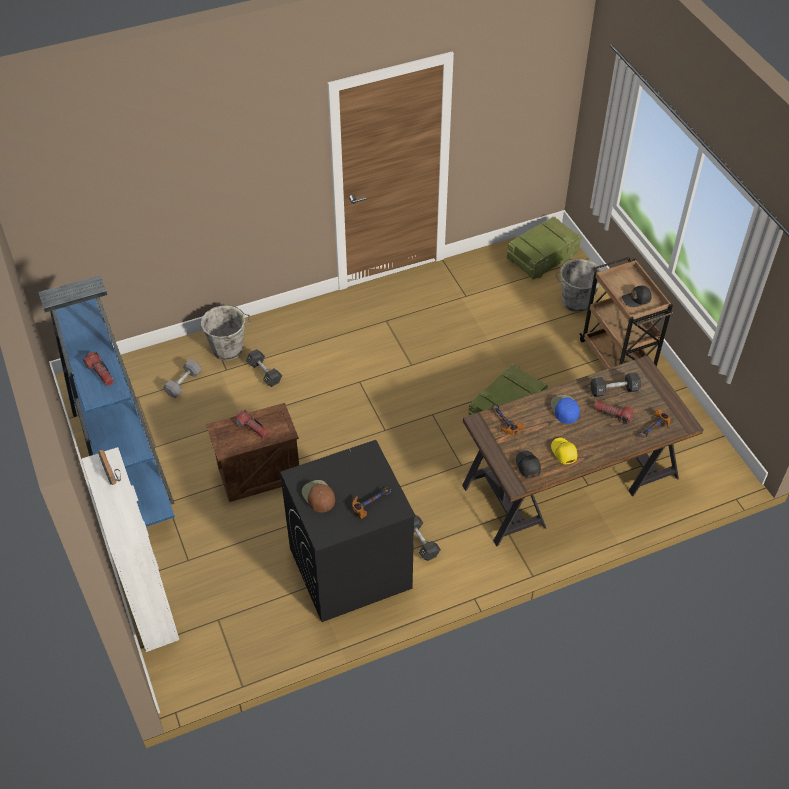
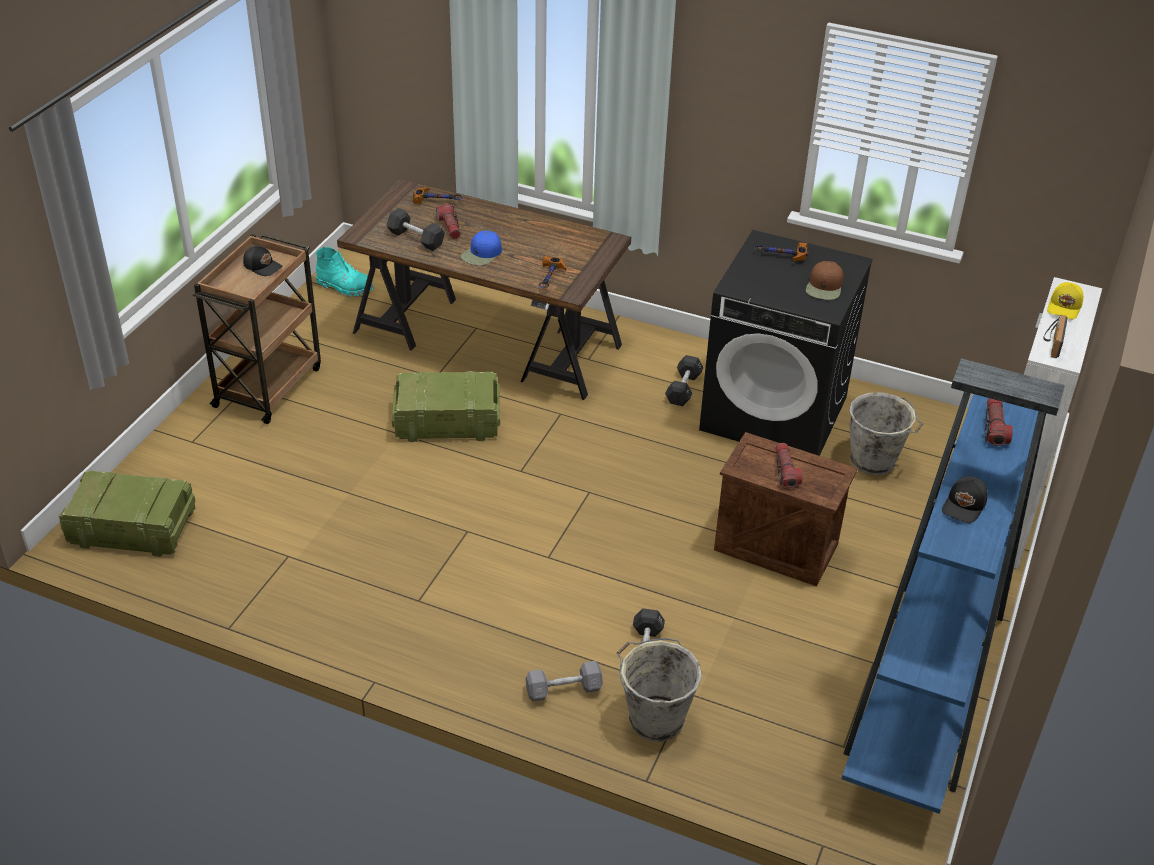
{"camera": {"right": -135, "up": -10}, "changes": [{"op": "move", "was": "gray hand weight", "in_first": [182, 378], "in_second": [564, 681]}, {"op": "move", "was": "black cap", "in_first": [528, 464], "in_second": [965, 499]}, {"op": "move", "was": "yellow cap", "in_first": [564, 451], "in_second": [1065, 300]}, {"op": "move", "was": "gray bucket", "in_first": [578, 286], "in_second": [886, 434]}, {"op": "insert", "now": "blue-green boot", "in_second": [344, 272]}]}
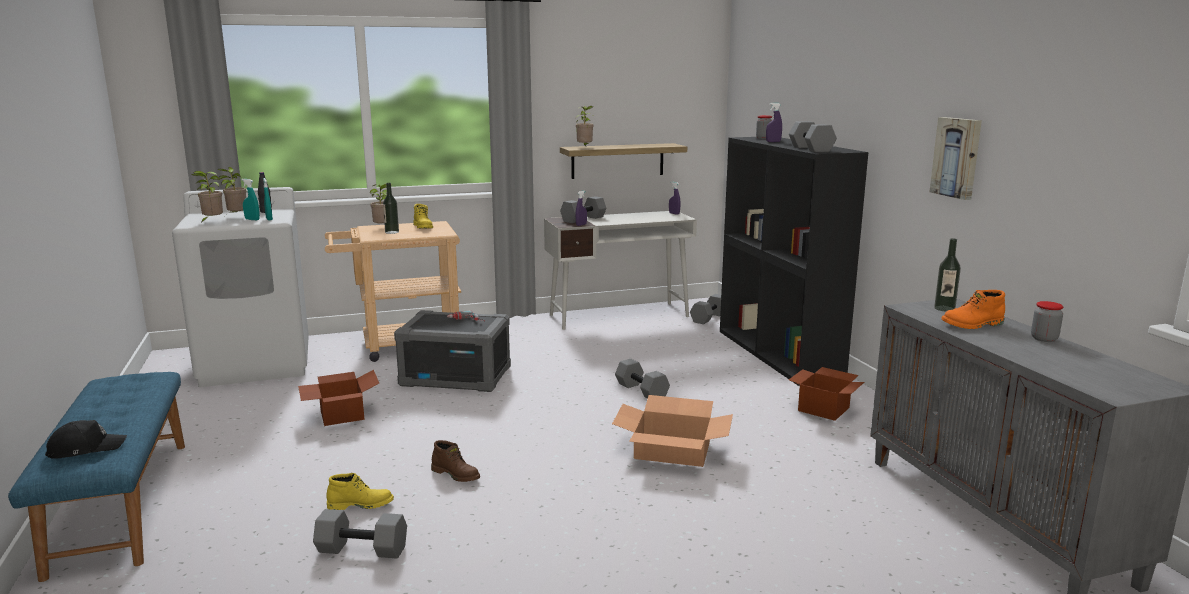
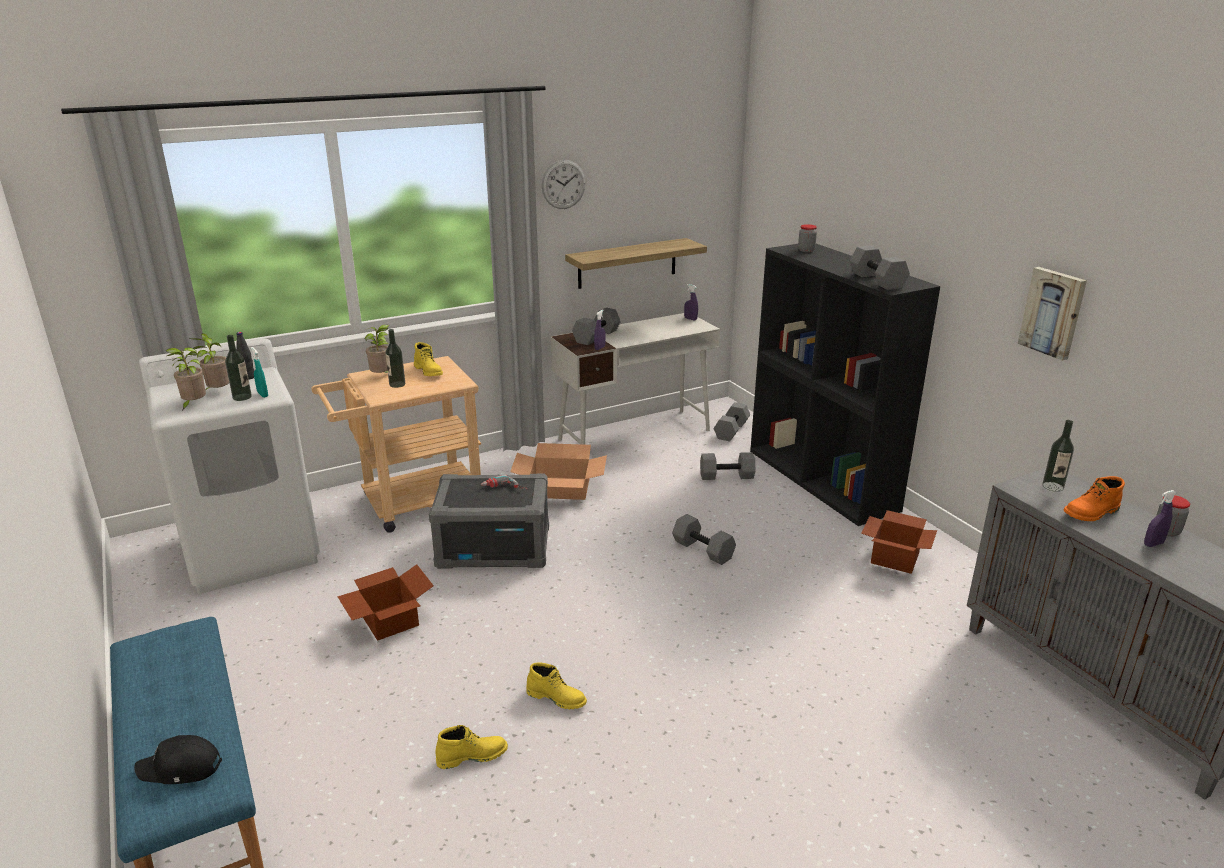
{"camera": {"right": -10, "up": 10}, "changes": [{"op": "rotate", "was": "black cap", "in_first": [86, 439], "in_second": [178, 759], "clockwise": -150}, {"op": "replace", "was": "blue-green sprayer", "now": "drink bottle", "in_first": [251, 199], "in_second": [238, 368]}, {"op": "move", "was": "gray hand weight", "in_first": [360, 534], "in_second": [727, 466]}, {"op": "recolor", "was": "brownish boot", "now": "yellow boot", "in_first": [455, 461], "in_second": [556, 685]}, {"op": "delete", "was": "potted plant", "in_first": [584, 126]}, {"op": "move", "was": "cardboard box", "in_first": [672, 431], "in_second": [558, 471]}, {"op": "move", "was": "purple sprayer", "in_first": [774, 122], "in_second": [1160, 518]}, {"op": "insert", "now": "hanging clock", "in_second": [564, 184]}]}
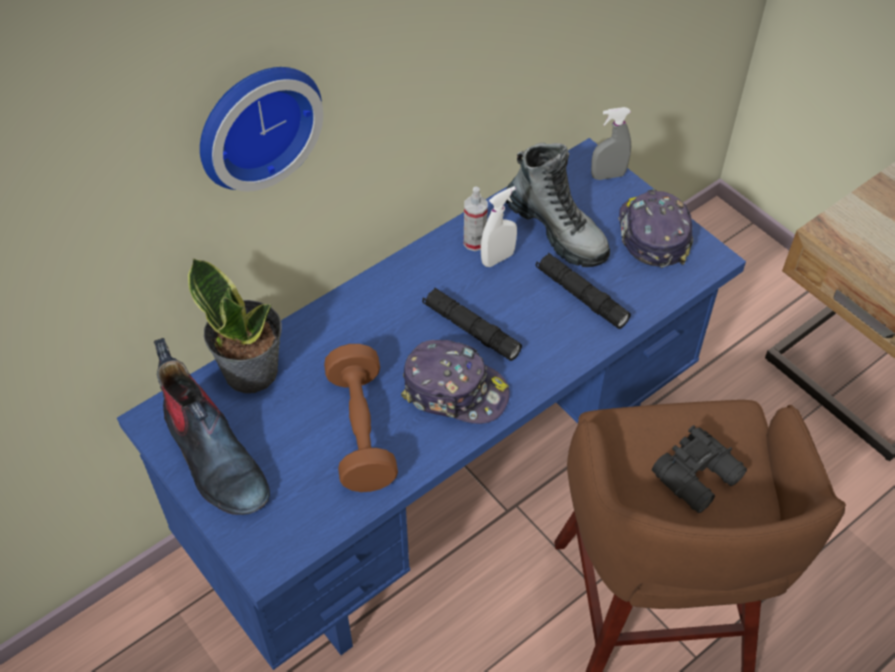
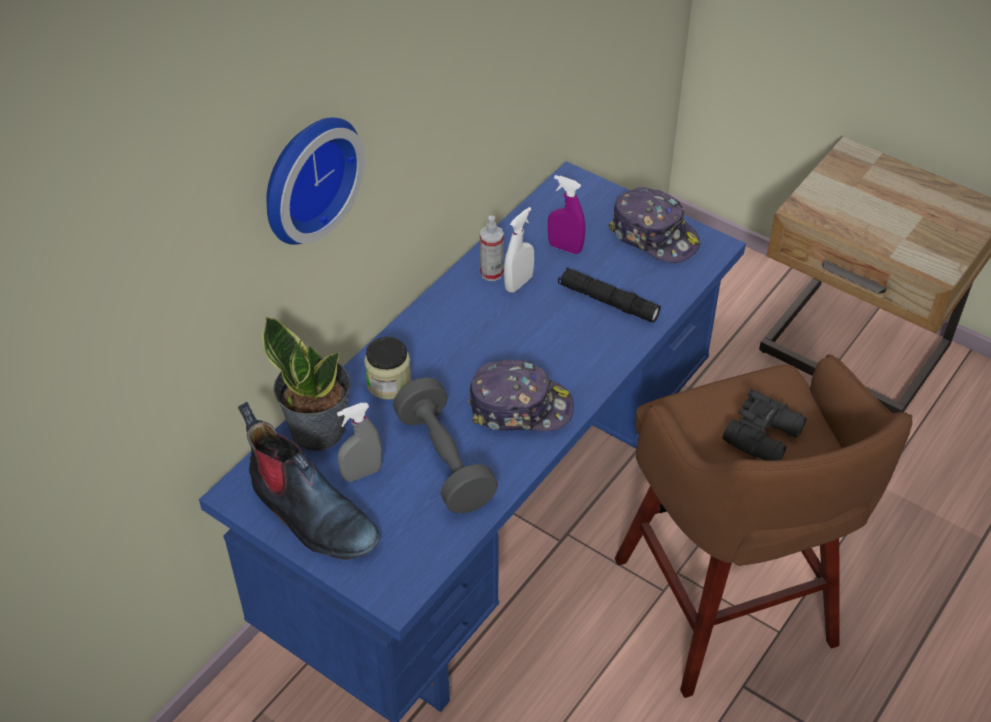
{"camera": {"right": -15, "up": -5}, "changes": [{"op": "recolor", "was": "brownish hand weight", "now": "gray hand weight", "in_first": [361, 418], "in_second": [445, 445]}, {"op": "delete", "was": "black flashlight", "in_first": [472, 324]}, {"op": "replace", "was": "boot", "now": "purple sprayer", "in_first": [558, 205], "in_second": [566, 214]}, {"op": "move", "was": "gray sprayer", "in_first": [611, 143], "in_second": [359, 442]}, {"op": "rotate", "was": "cap", "in_first": [655, 228], "in_second": [654, 225], "clockwise": 150}, {"op": "insert", "now": "jar", "in_second": [388, 368]}]}
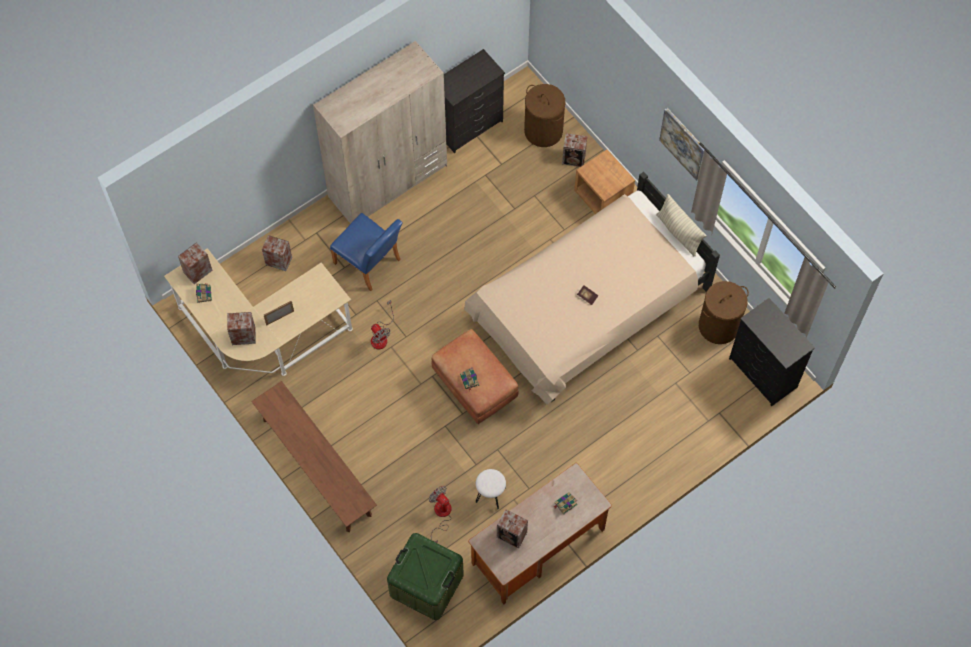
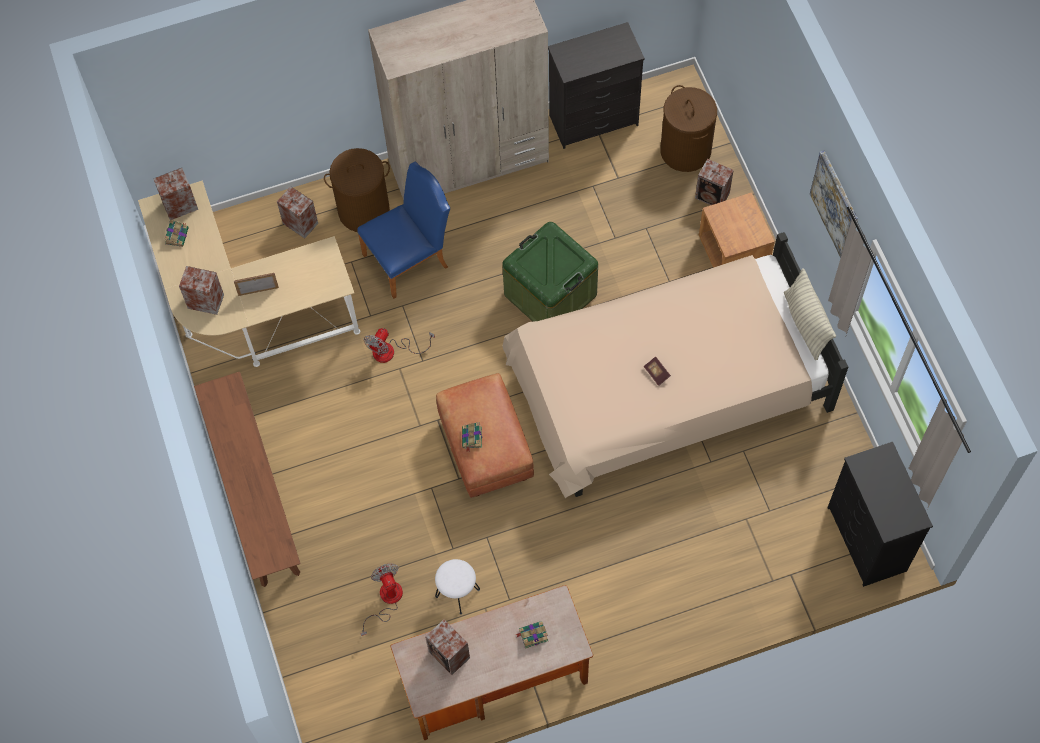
{"camera": {"right": 20, "up": 0}, "changes": [{"op": "rotate", "was": "bluish plain chair", "in_first": [366, 252], "in_second": [403, 230], "clockwise": -90}, {"op": "rotate", "was": "fan", "in_first": [382, 324], "in_second": [399, 345], "clockwise": 45}, {"op": "move", "was": "green storage box", "in_first": [425, 576], "in_second": [550, 272]}, {"op": "move", "was": "brownish laundry basket", "in_first": [724, 312], "in_second": [357, 190]}]}
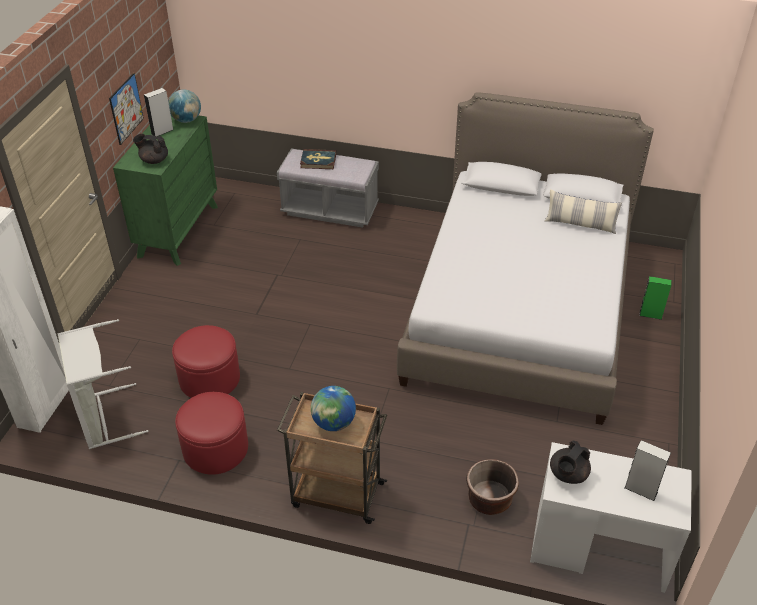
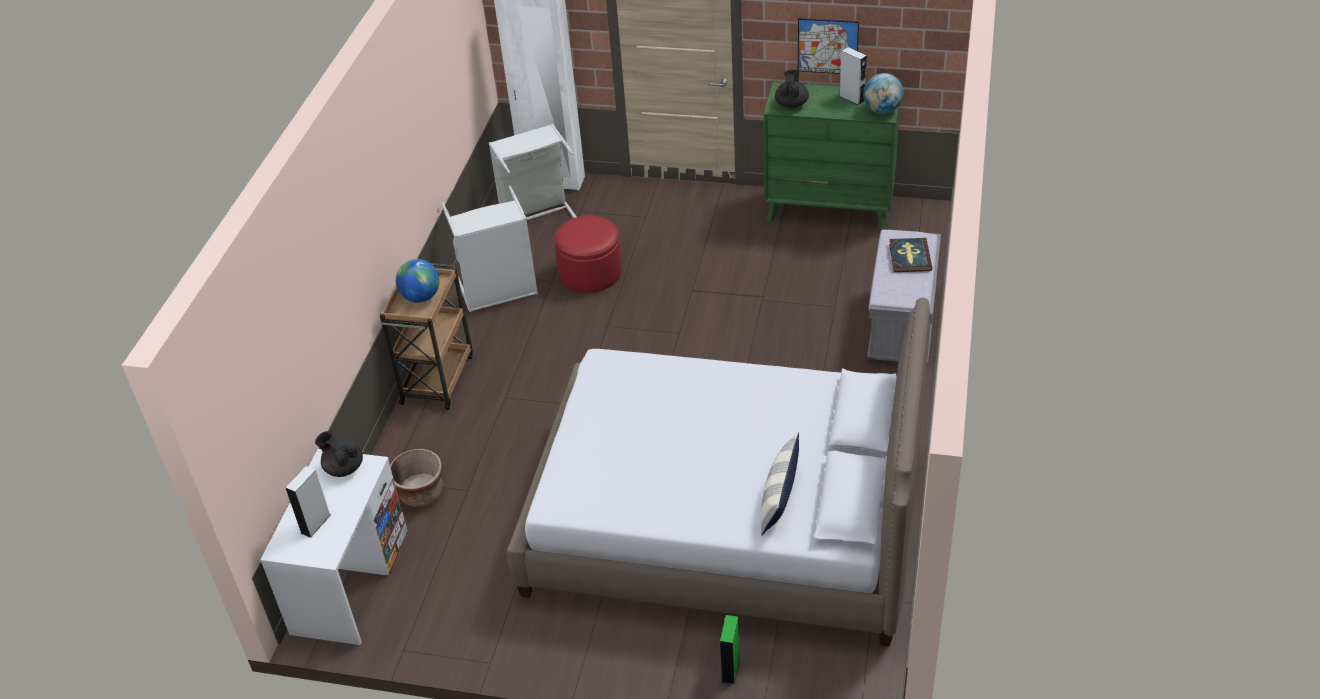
{"camera": {"right": 90, "up": 0}, "changes": [{"op": "replace", "was": "red pouffe", "now": "gray laundry basket", "in_first": [211, 433], "in_second": [490, 249]}]}
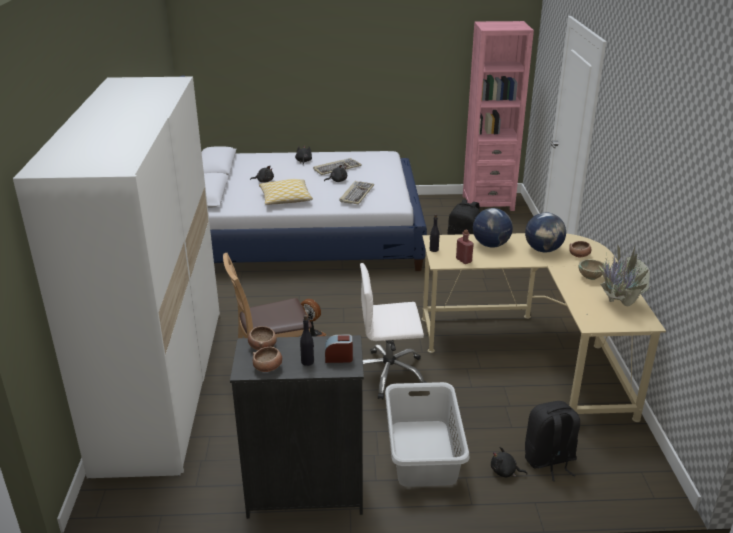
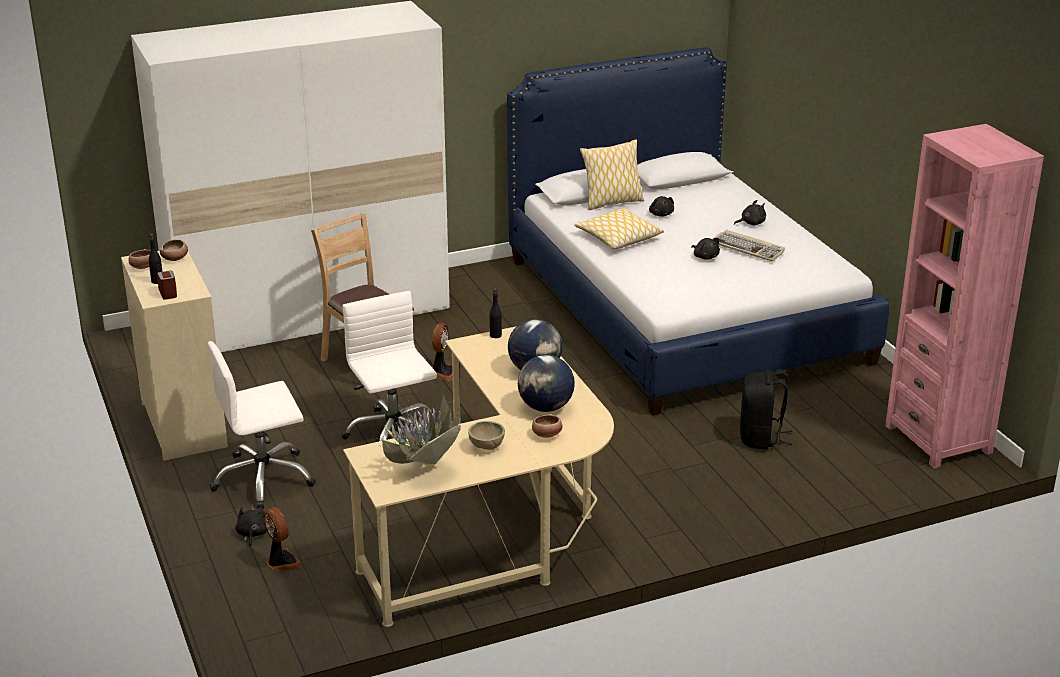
{"camera": {"right": 70, "up": 0}, "changes": [{"op": "recolor", "was": "black drawer chest", "now": "sand-coloured drawer chest", "in_first": [297, 427], "in_second": [174, 356]}, {"op": "delete", "was": "PC keyboard", "in_first": [356, 193]}, {"op": "replace", "was": "gray laundry basket", "now": "white-coloured computer chair", "in_first": [427, 434], "in_second": [262, 425]}, {"op": "delete", "was": "red drink bottle", "in_first": [465, 247]}, {"op": "replace", "was": "black rucksack", "now": "fan", "in_first": [552, 441], "in_second": [283, 539]}, {"op": "insert", "now": "throw pillow", "in_second": [612, 174]}]}
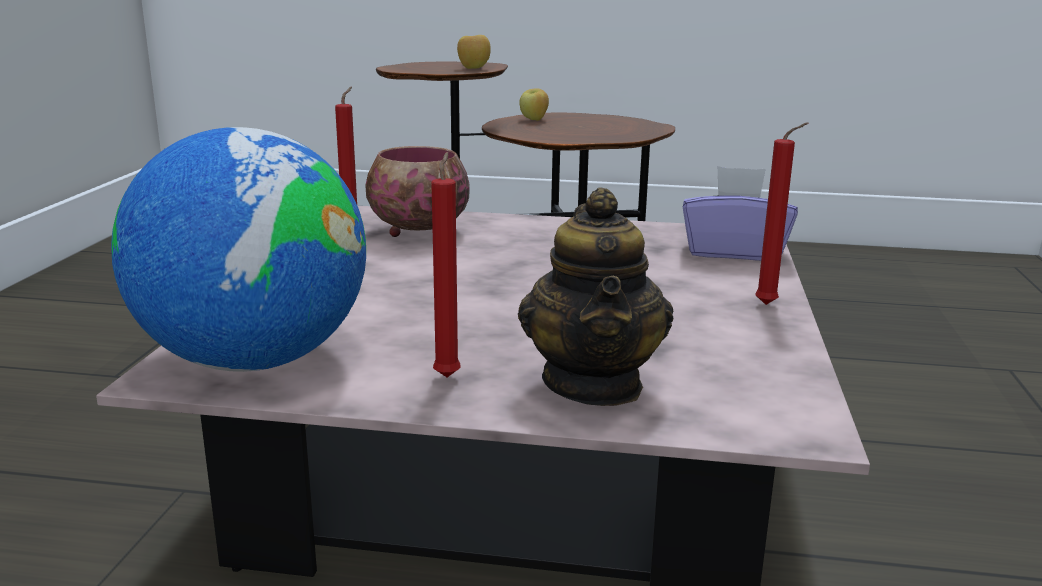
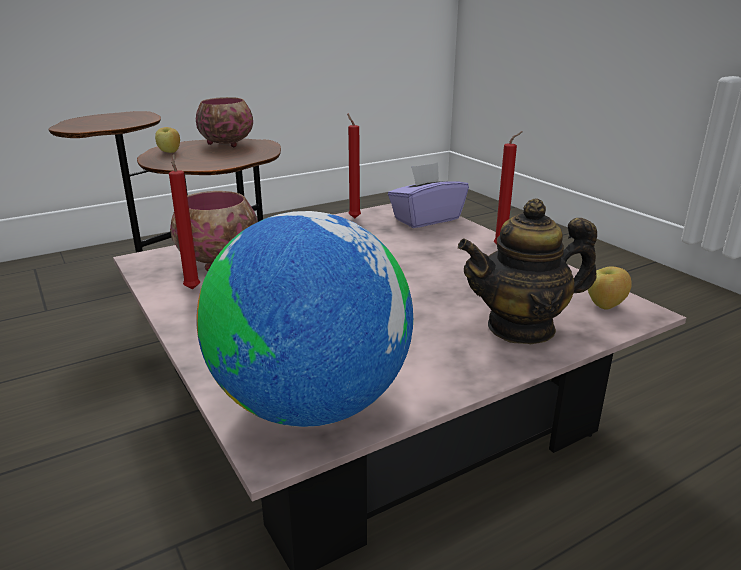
{"camera": {"right": -40, "up": 5}, "changes": [{"op": "move", "was": "red wax light", "in_first": [446, 264], "in_second": [354, 165]}, {"op": "move", "was": "apple", "in_first": [474, 52], "in_second": [610, 288]}, {"op": "rotate", "was": "teapot", "in_first": [595, 296], "in_second": [527, 271], "clockwise": 120}, {"op": "insert", "now": "bowl", "in_second": [224, 122]}]}
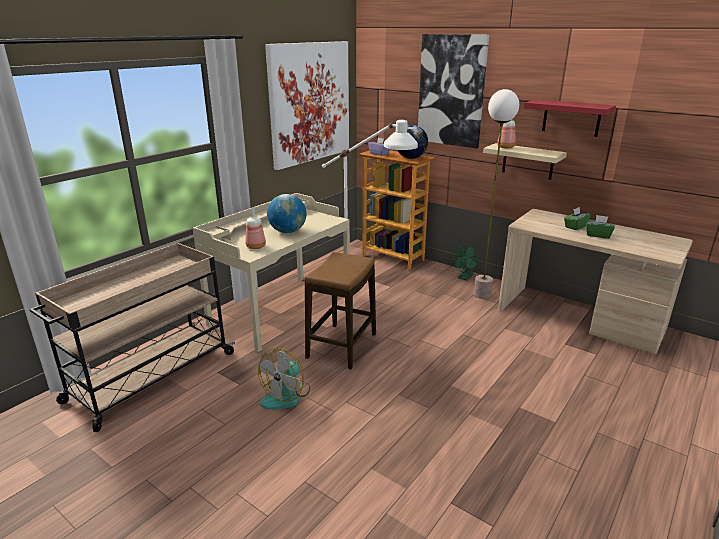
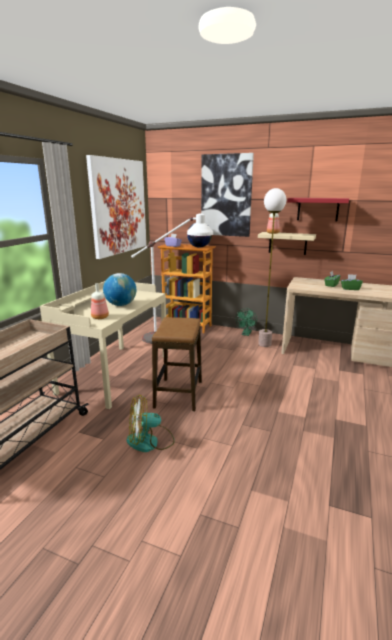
{"camera": {"right": -15, "up": -5}, "changes": [{"op": "rotate", "was": "fan", "in_first": [284, 378], "in_second": [151, 423], "clockwise": 60}]}
